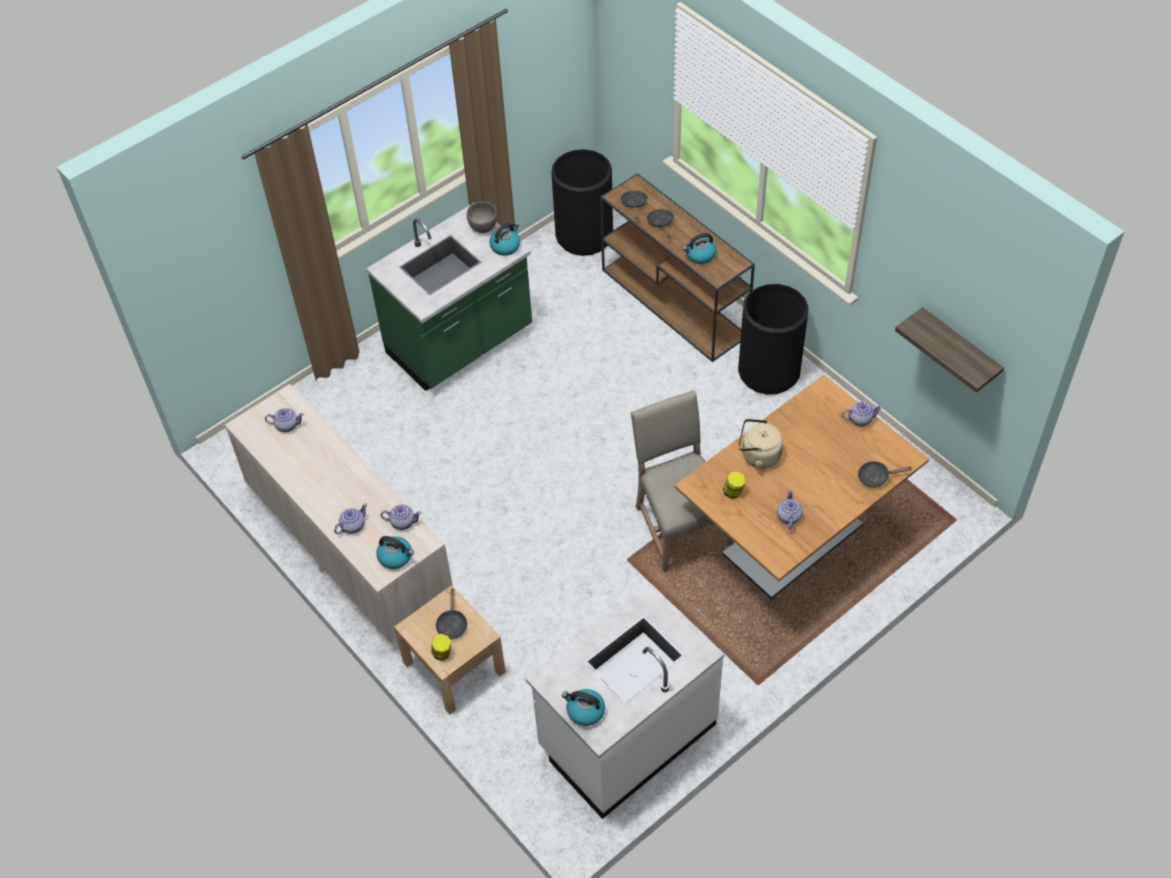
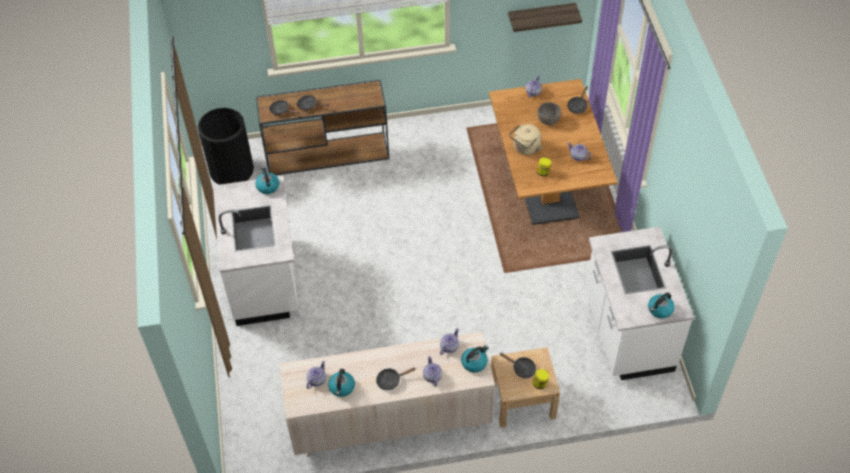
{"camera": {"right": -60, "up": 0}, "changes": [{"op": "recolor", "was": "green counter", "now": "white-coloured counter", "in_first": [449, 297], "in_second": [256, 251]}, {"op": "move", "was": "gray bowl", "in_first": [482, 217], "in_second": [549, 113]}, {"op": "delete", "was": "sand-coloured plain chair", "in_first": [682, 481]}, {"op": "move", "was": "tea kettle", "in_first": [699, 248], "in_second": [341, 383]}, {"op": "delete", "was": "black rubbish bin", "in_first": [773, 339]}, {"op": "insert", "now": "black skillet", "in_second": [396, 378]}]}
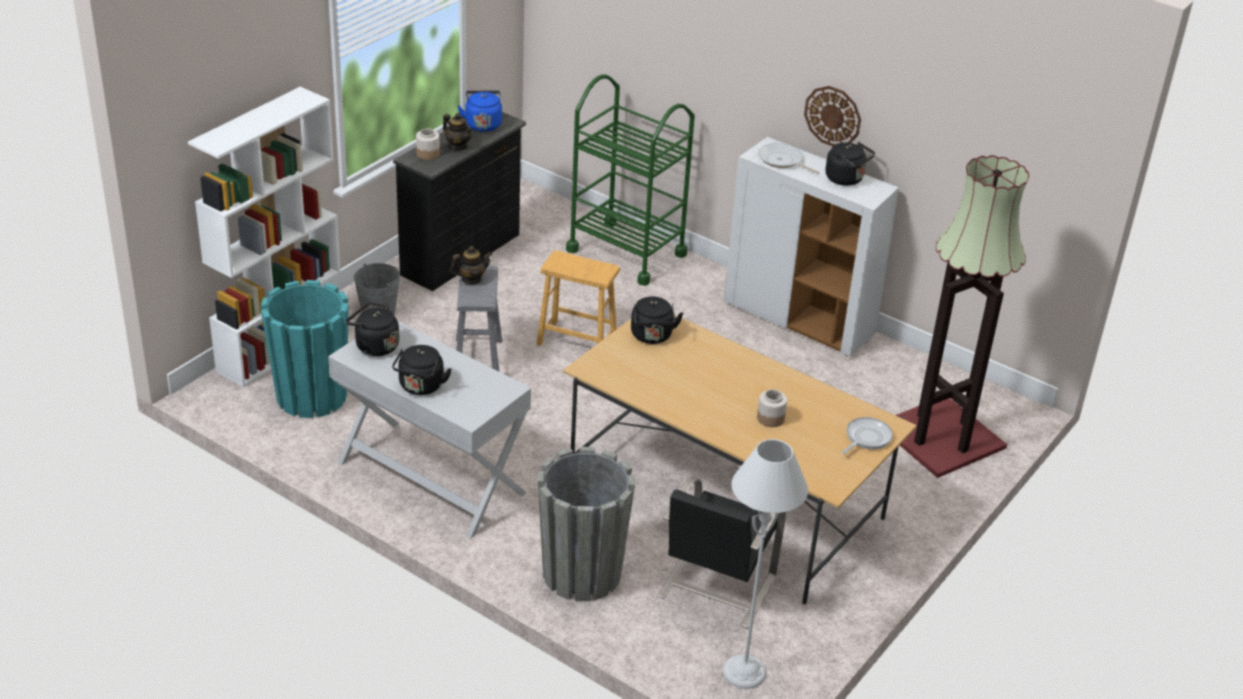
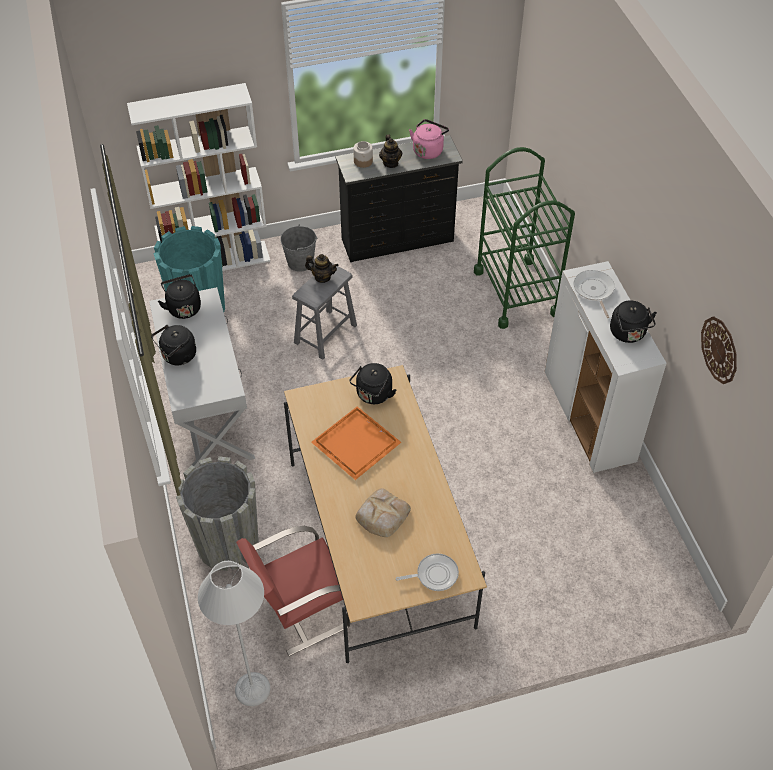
{"camera": {"right": 40, "up": 15}, "changes": [{"op": "recolor", "was": "bluish tea kettle", "now": "pinkish tea kettle", "in_first": [479, 111], "in_second": [429, 139]}, {"op": "delete", "was": "brownish stool", "in_first": [578, 298]}, {"op": "recolor", "was": "black plain chair", "now": "red plain chair", "in_first": [721, 552], "in_second": [293, 591]}, {"op": "replace", "was": "jar", "now": "bakery bread", "in_first": [772, 408], "in_second": [383, 512]}, {"op": "move", "was": "hanging clock", "in_first": [832, 116], "in_second": [719, 350]}, {"op": "delete", "was": "standard lamp", "in_first": [962, 316]}, {"op": "insert", "now": "orange-coloured serving tray", "in_second": [356, 443]}]}
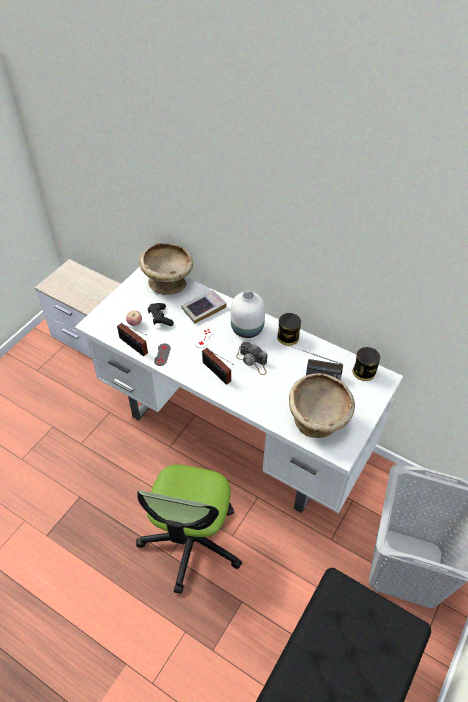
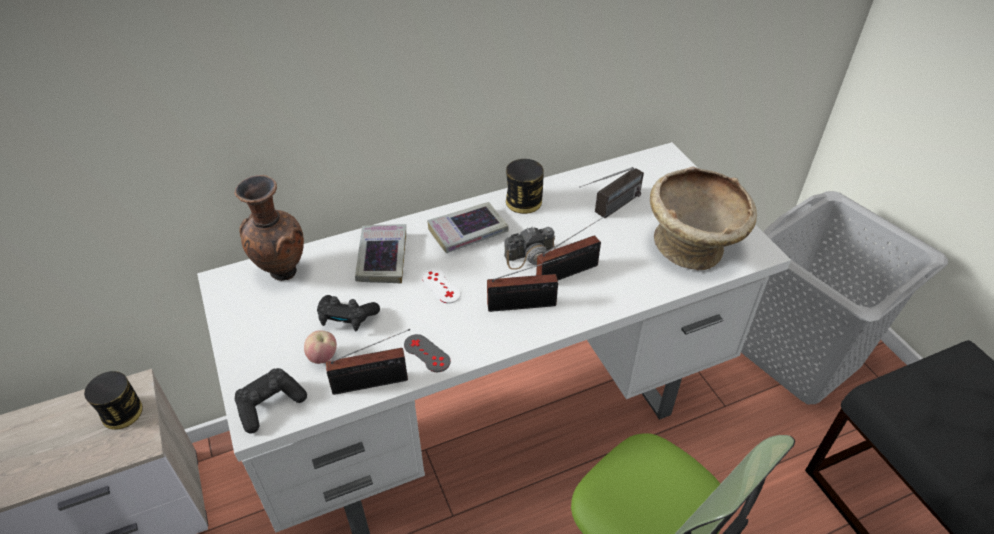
{"camera": {"right": -55, "up": -5}, "changes": [{"op": "replace", "was": "sand-coloured bowl", "now": "brownish vase", "in_first": [166, 268], "in_second": [269, 228]}, {"op": "replace", "was": "white-coloured vase", "now": "volume", "in_first": [248, 314], "in_second": [468, 227]}, {"op": "move", "was": "can", "in_first": [366, 364], "in_second": [113, 400]}, {"op": "insert", "now": "black game controller", "in_second": [271, 401]}, {"op": "insert", "now": "radio", "in_second": [571, 247]}]}
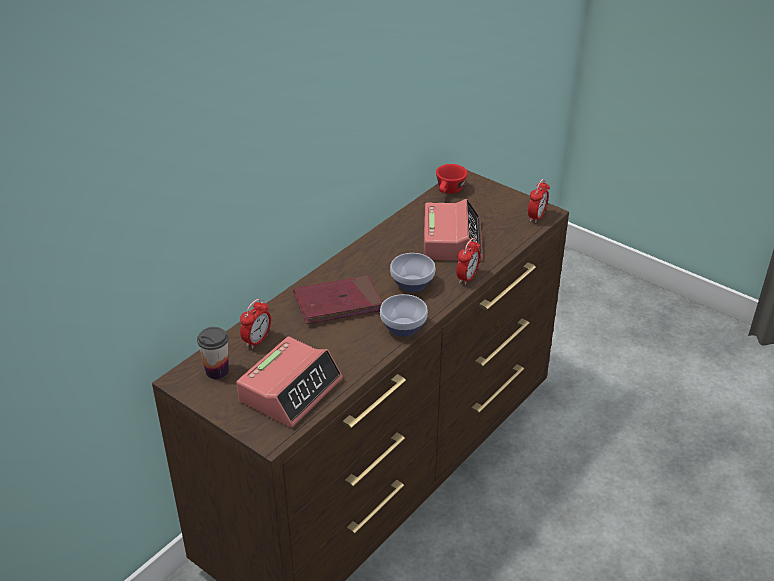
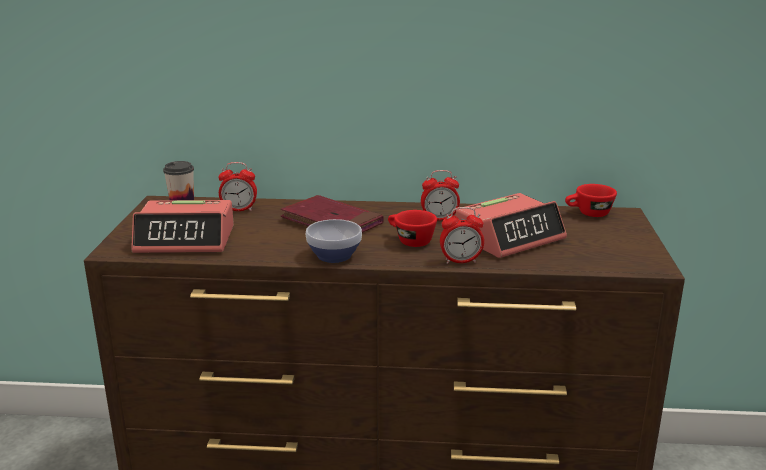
{"camera": {"right": 55, "up": -15}, "changes": [{"op": "replace", "was": "bowl", "now": "red small cup", "in_first": [412, 272], "in_second": [412, 228]}, {"op": "move", "was": "bedside clock", "in_first": [539, 201], "in_second": [440, 195]}]}
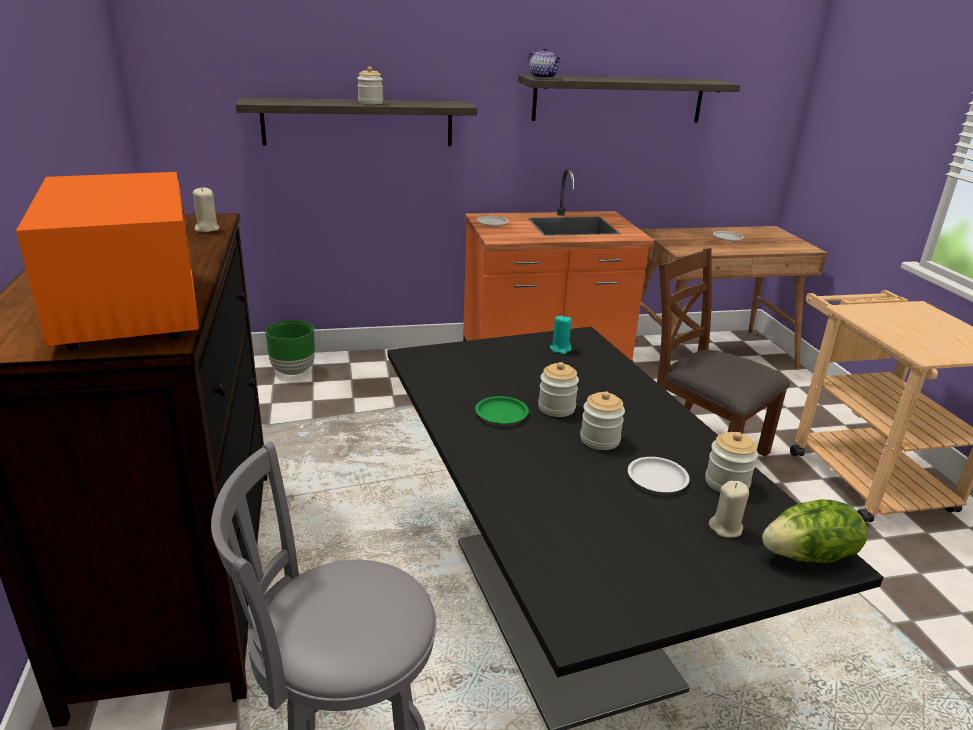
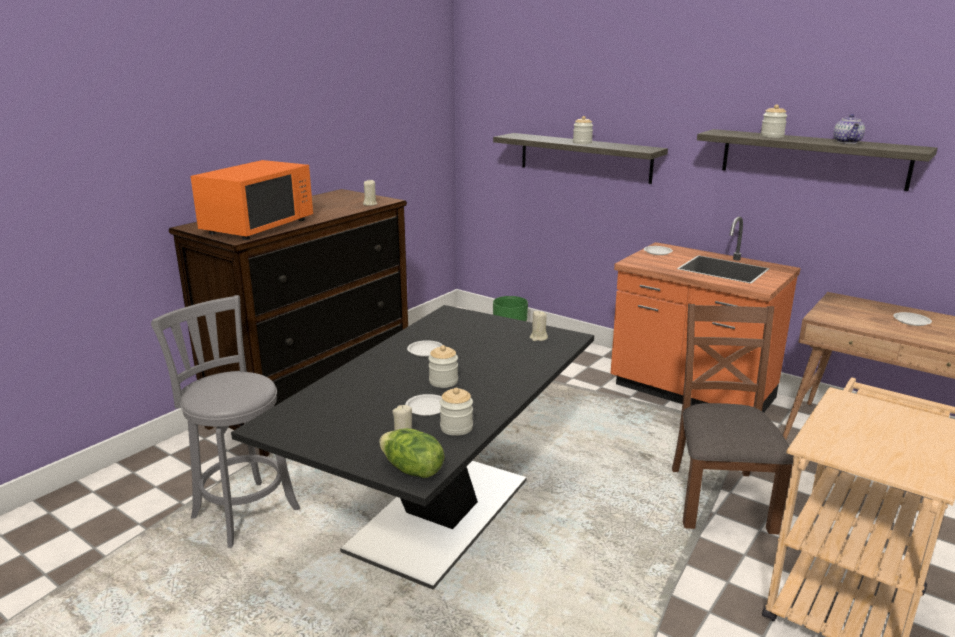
{"camera": {"right": 50, "up": -5}, "changes": [{"op": "recolor", "was": "green flat dish", "now": "white-coloured flat dish", "in_first": [502, 410], "in_second": [425, 348]}, {"op": "move", "was": "teapot", "in_first": [545, 63], "in_second": [849, 129]}, {"op": "move", "was": "jar", "in_first": [558, 389], "in_second": [774, 121]}, {"op": "recolor", "was": "blue-green wax light", "now": "sand-coloured wax light", "in_first": [561, 335], "in_second": [539, 325]}]}
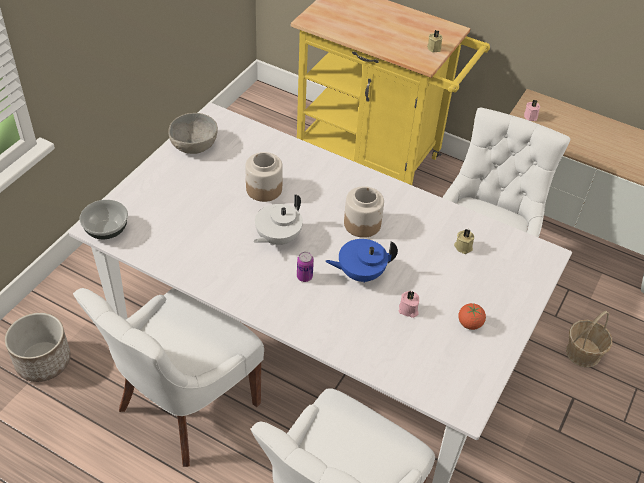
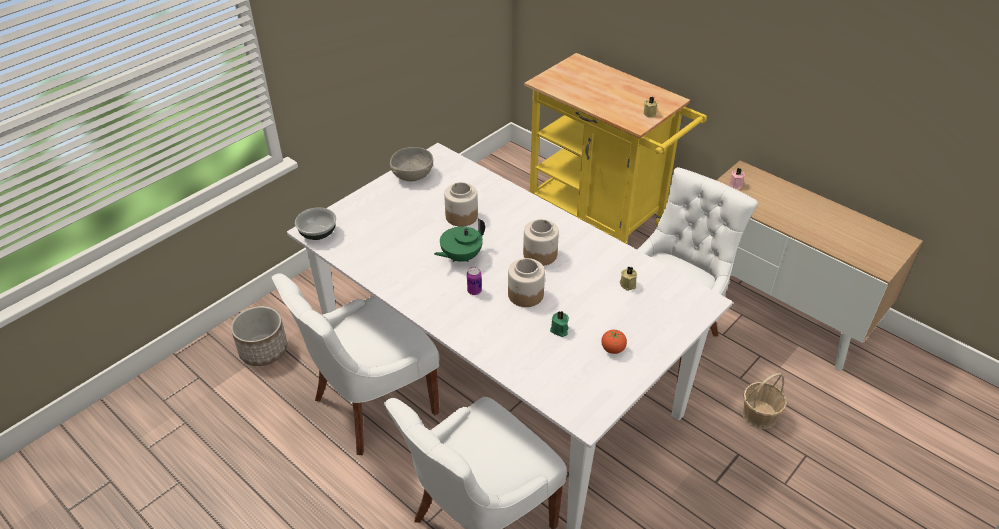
{"camera": {"right": 15, "up": -5}, "changes": [{"op": "recolor", "was": "white-coloured teapot", "now": "green teapot", "in_first": [278, 219], "in_second": [459, 240]}, {"op": "replace", "was": "bluish teapot", "now": "jar", "in_first": [361, 260], "in_second": [526, 282]}, {"op": "recolor", "was": "pinkish wax light", "now": "green wax light", "in_first": [409, 304], "in_second": [559, 324]}]}
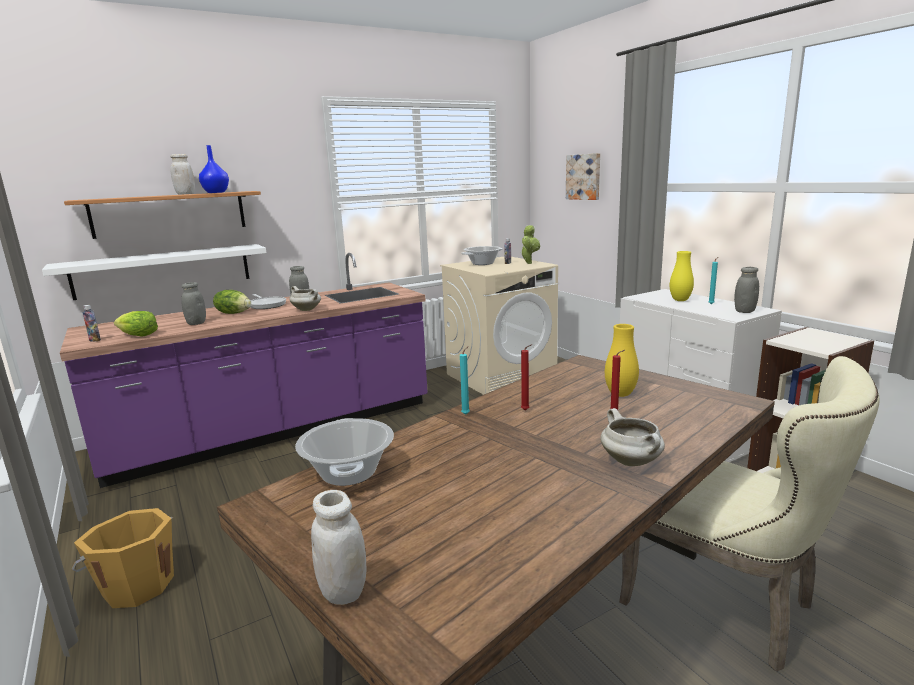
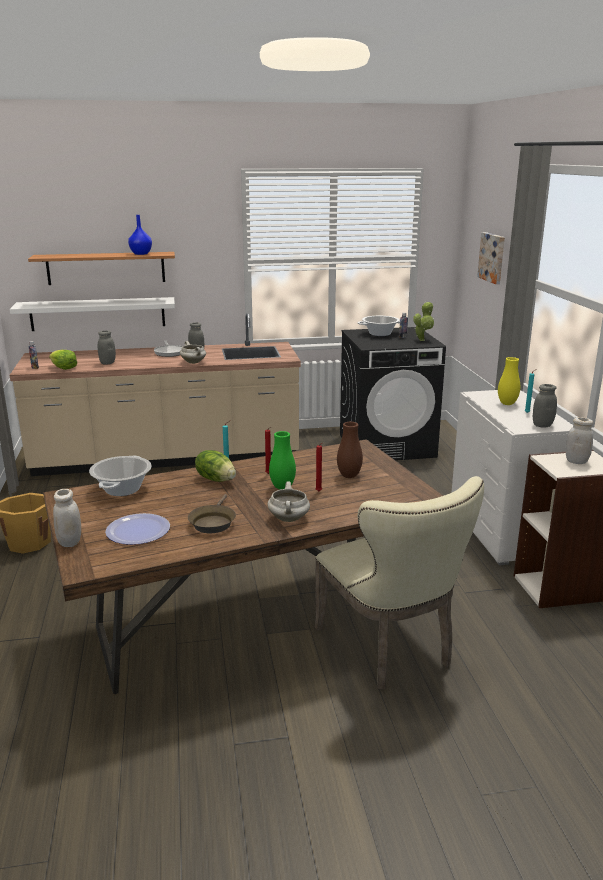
{"camera": {"right": 20, "up": 5}, "changes": [{"op": "recolor", "was": "purple counter", "now": "sand-coloured counter", "in_first": [244, 370], "in_second": [155, 394]}, {"op": "move", "was": "white-coloured jar", "in_first": [182, 174], "in_second": [579, 440]}, {"op": "move", "was": "head of lettuce", "in_first": [232, 302], "in_second": [215, 466]}, {"op": "recolor", "was": "sand-coloured laundry appliance", "now": "black laundry appliance", "in_first": [499, 325], "in_second": [393, 394]}, {"op": "recolor", "was": "yellow vase", "now": "brownish vase", "in_first": [622, 360], "in_second": [350, 450]}, {"op": "insert", "now": "flat dish", "in_second": [137, 529]}, {"op": "insert", "now": "brownish skillet", "in_second": [212, 513]}, {"op": "insert", "now": "green vase", "in_second": [282, 460]}]}
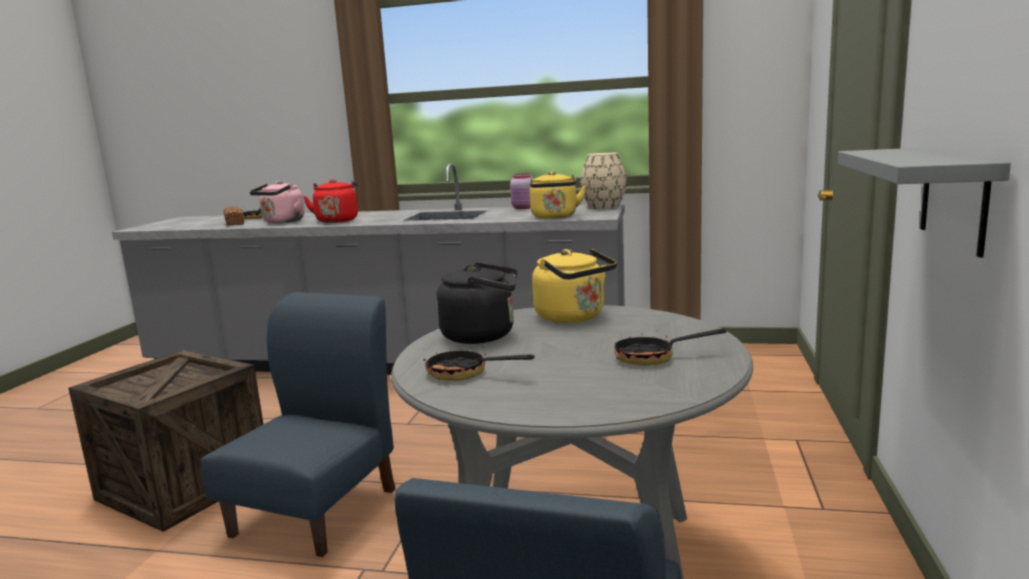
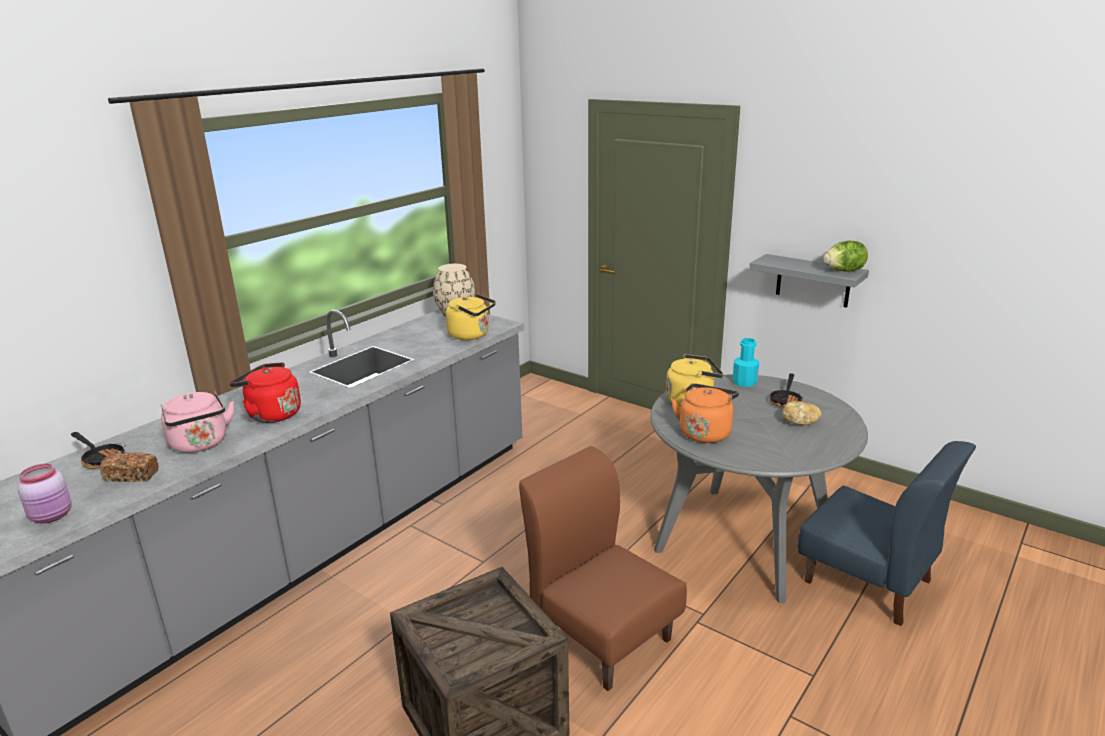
{"camera": {"right": -65, "up": 10}, "changes": [{"op": "recolor", "was": "bluish plain chair", "now": "brownish plain chair", "in_first": [298, 424], "in_second": [603, 568]}, {"op": "delete", "was": "skillet", "in_first": [479, 360]}, {"op": "recolor", "was": "black tea kettle", "now": "orange-coloured tea kettle", "in_first": [476, 303], "in_second": [705, 413]}, {"op": "move", "was": "pinkish jar", "in_first": [521, 191], "in_second": [44, 493]}, {"op": "insert", "now": "blue-green drink bottle", "in_second": [746, 362]}, {"op": "insert", "now": "bakery bread", "in_second": [801, 413]}, {"op": "insert", "now": "head of lettuce", "in_second": [846, 256]}]}
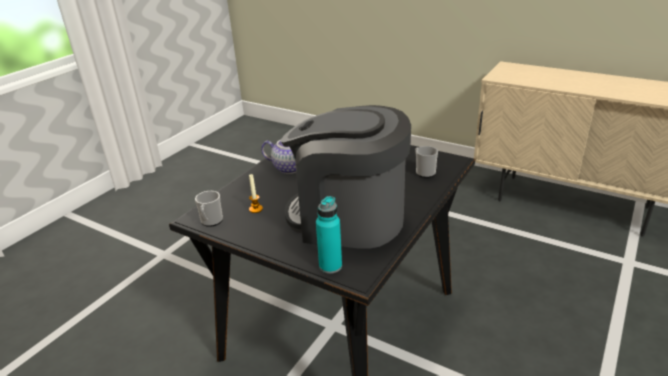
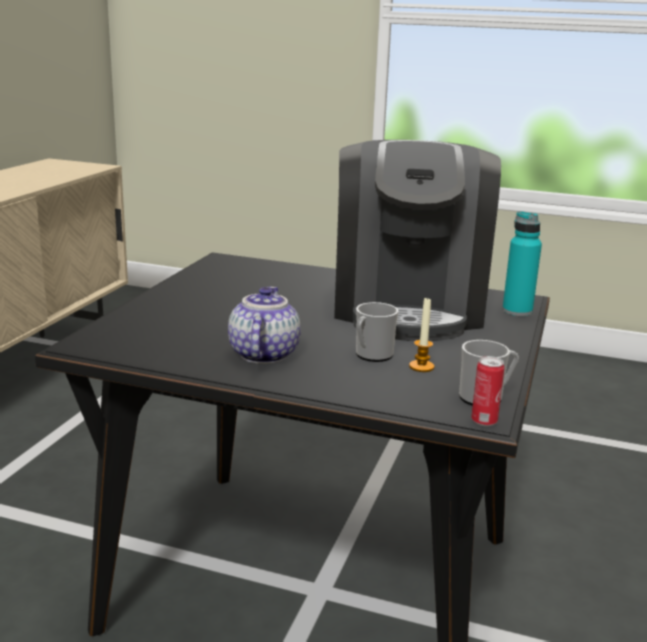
{"camera": {"right": -105, "up": -10}, "changes": [{"op": "move", "was": "coffee mug", "in_first": [426, 162], "in_second": [377, 332]}, {"op": "insert", "now": "can", "in_second": [487, 391]}]}
